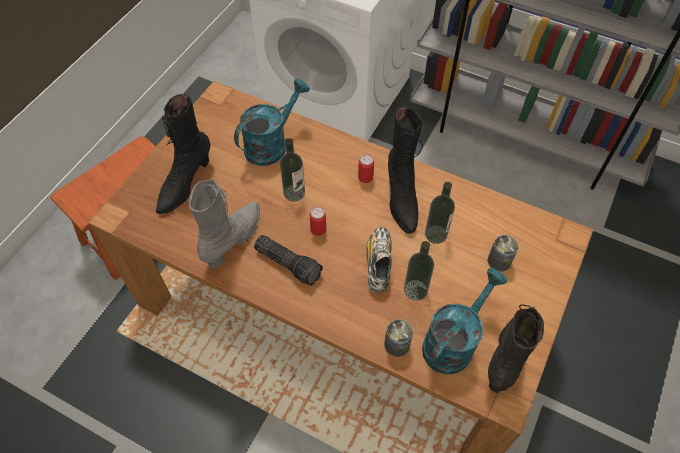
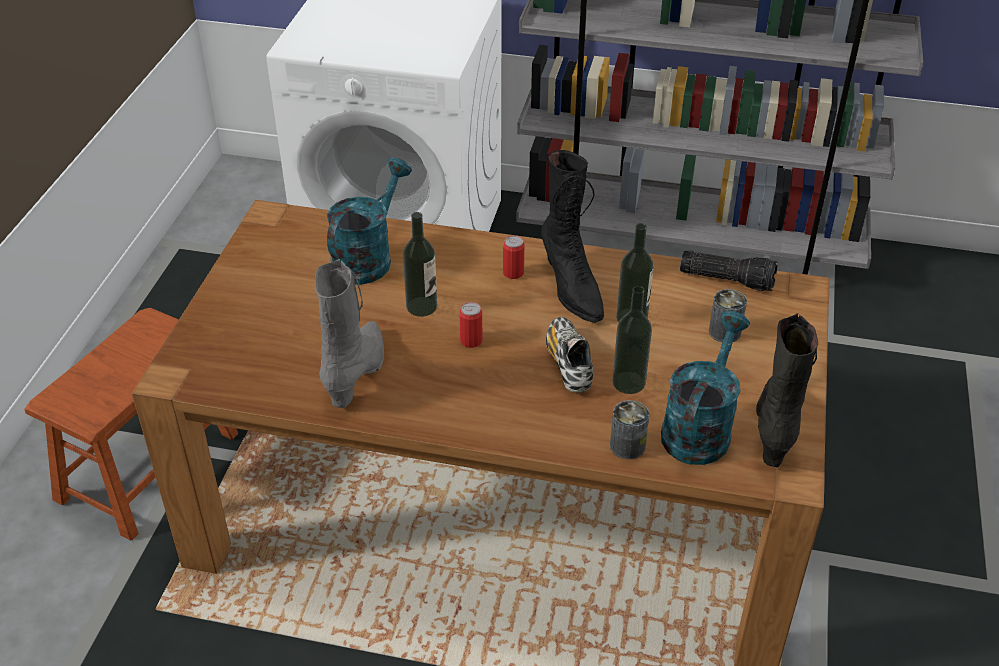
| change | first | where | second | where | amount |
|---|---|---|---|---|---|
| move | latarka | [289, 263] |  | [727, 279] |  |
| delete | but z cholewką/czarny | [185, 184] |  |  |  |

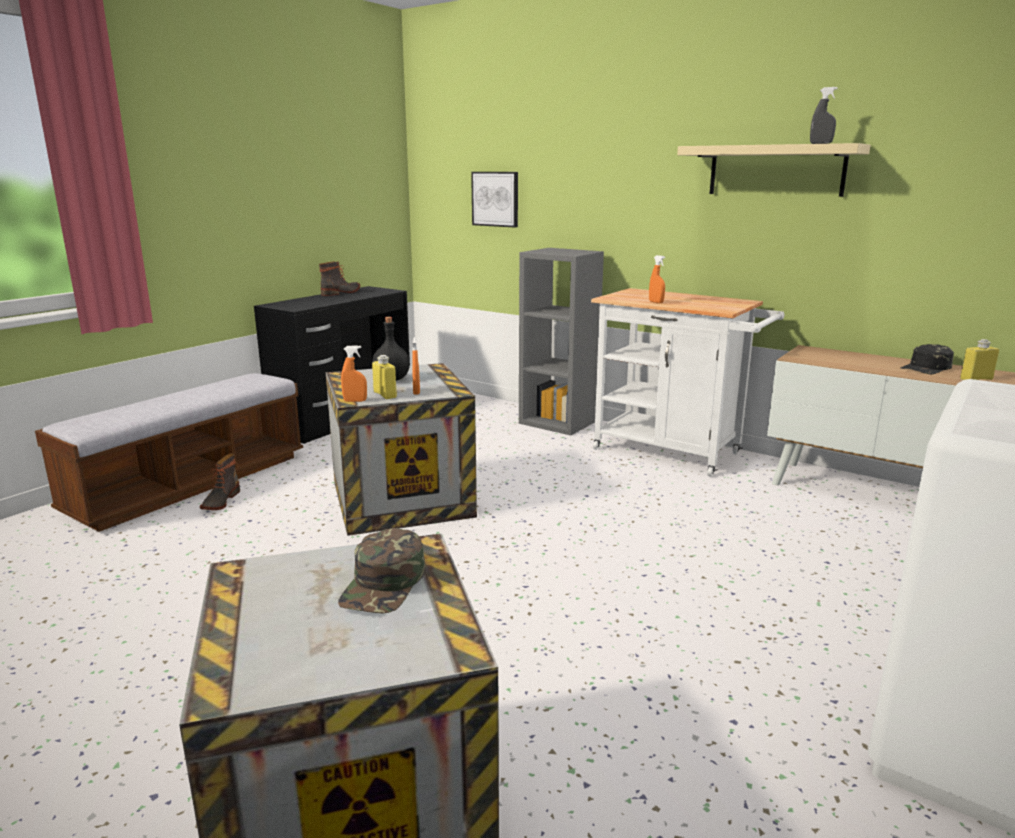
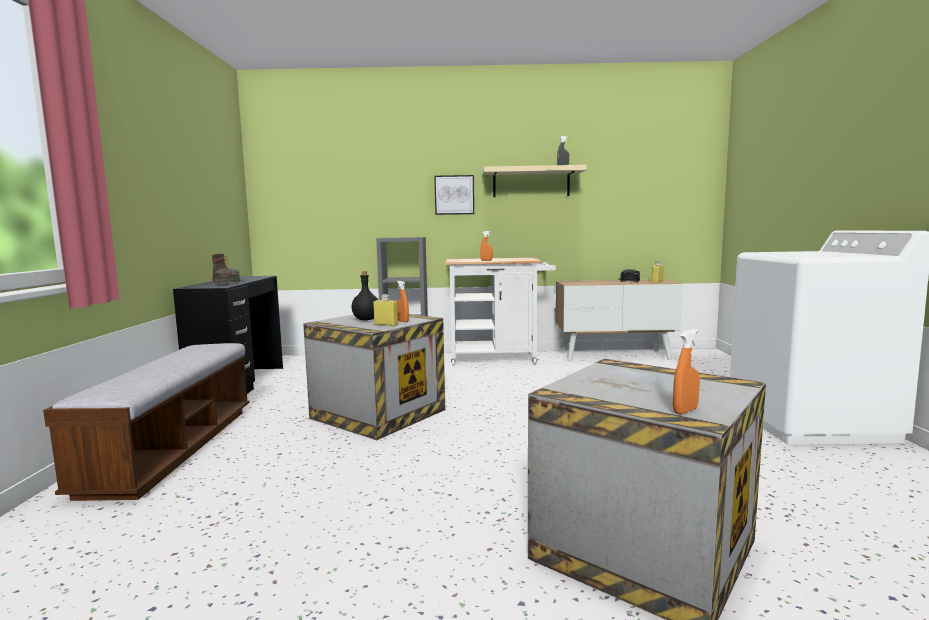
| change | first | where | second | where | amount |
|---|---|---|---|---|---|
| move | czapka z daszkiem/zielony | [385, 584] |  | [228, 283] |  |
| move | obraz | [495, 199] |  | [454, 195] |  |
| move | spryskiwacz/pomarańczowy | [355, 401] |  | [685, 411] |  |
| delete | but z cholewką | [220, 501] |  |  |  |

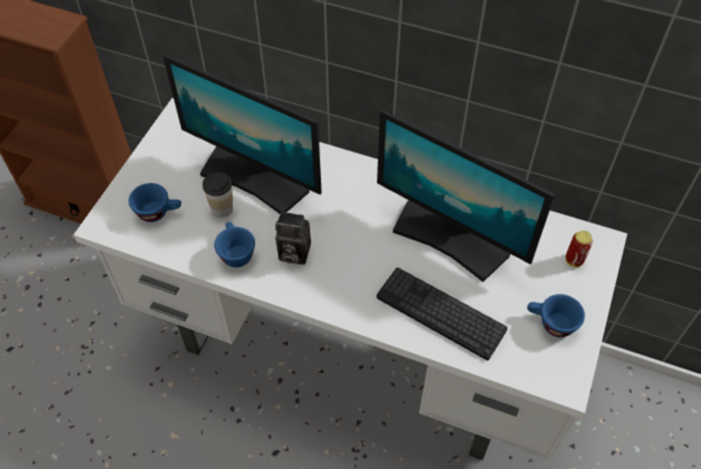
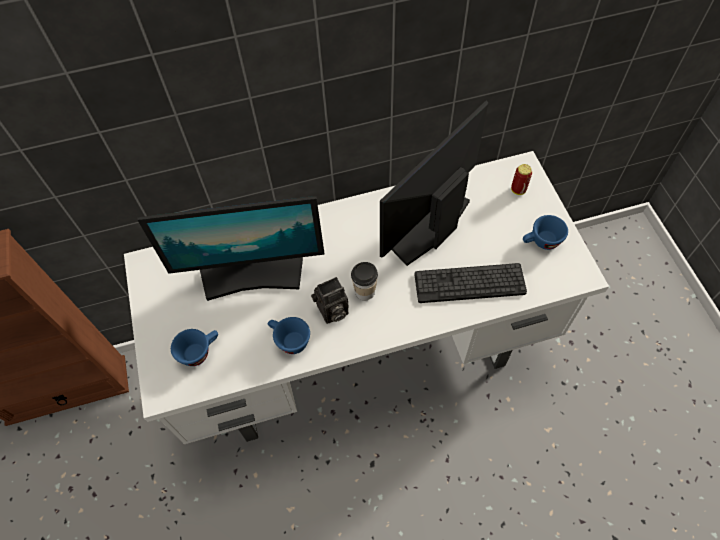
| change | first | where | second | where | amount |
|---|---|---|---|---|---|
| move | filiżanka | [222, 208] |  | [365, 291] |  |
| rotate | monitor | [450, 238] |  | [430, 227] | 135 degrees clockwise |

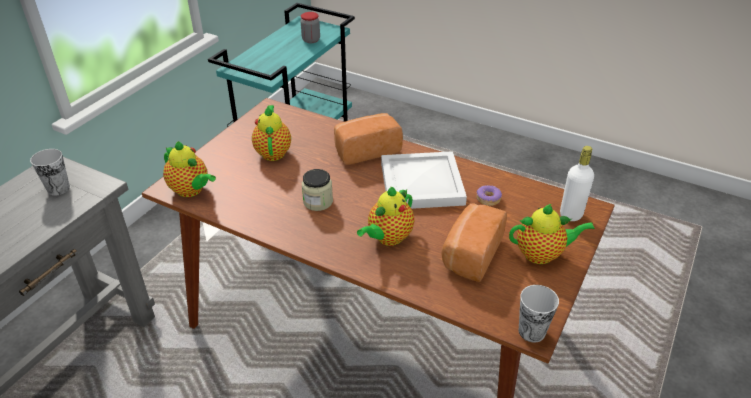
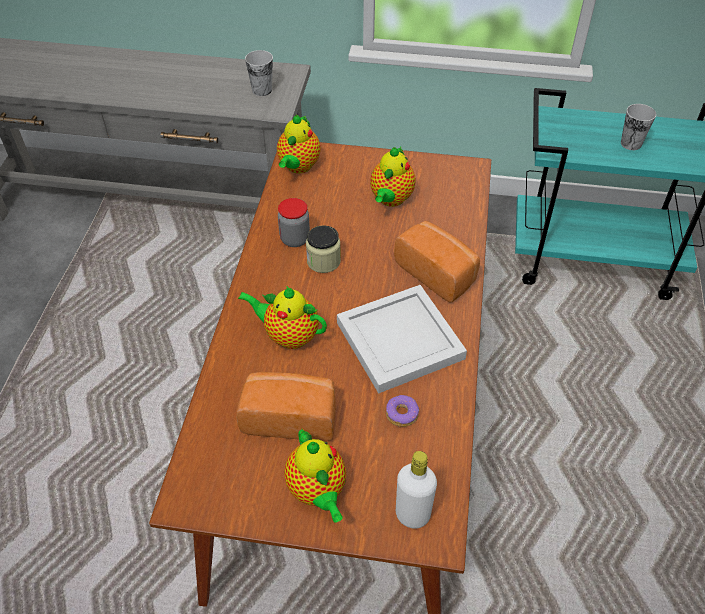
| change | first | where | second | where | amount |
|---|---|---|---|---|---|
| move | słoik | [311, 40] |  | [295, 239] |  |
| rotate | imbryk | [273, 152] |  | [390, 199] | 135 degrees clockwise |
| move | filiżanka | [531, 331] |  | [631, 143] |  |

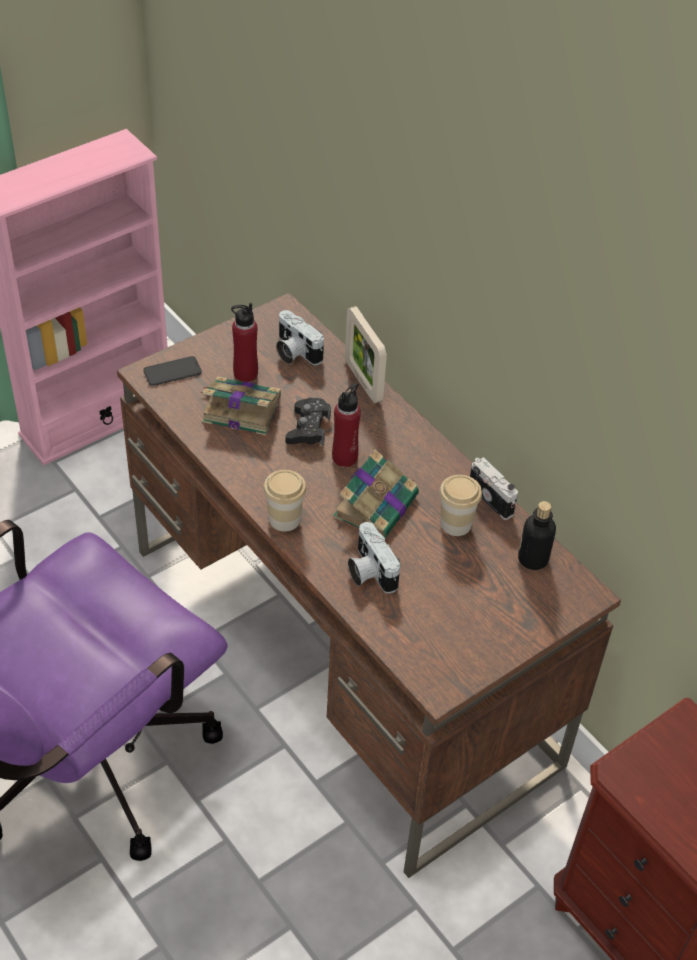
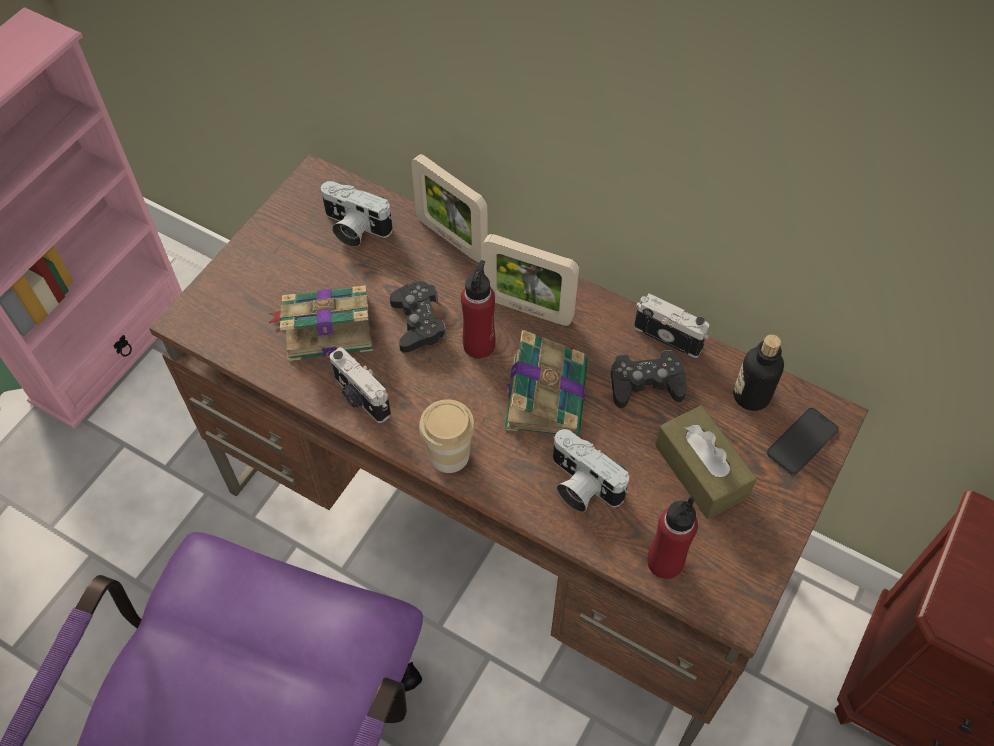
| change | first | where | second | where | amount |
|---|---|---|---|---|---|
| insert |  |  | aparat fotograficzny | [360, 398] |  |
| insert |  |  | ramka na zdjęcie | [528, 309] |  |
| replace | filiżanka | [455, 524] | pad do gier/czarny | [646, 384] |  |
| move | butelka/czerwony | [245, 373] |  | [664, 562] |  |
| insert |  |  | pudełko chusteczek/brązowy | [701, 471] |  |
| move | telefon | [172, 371] |  | [802, 441] |  |

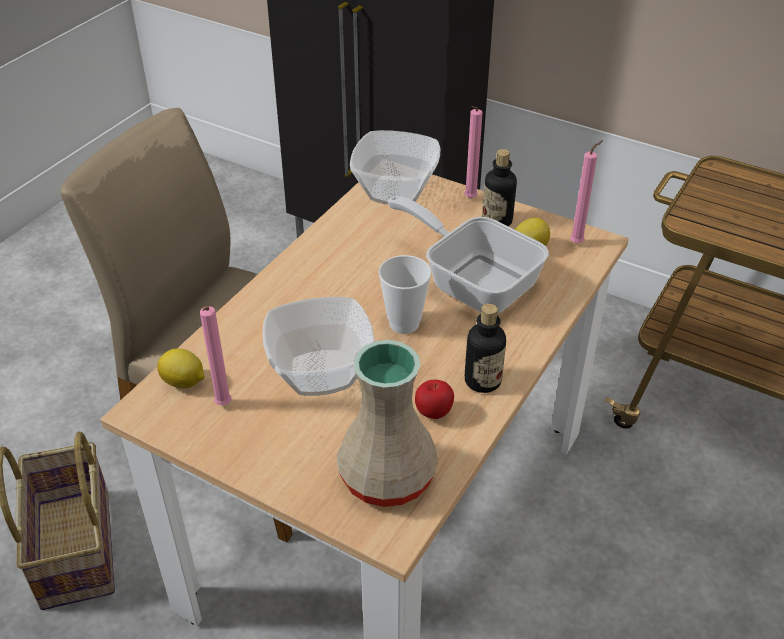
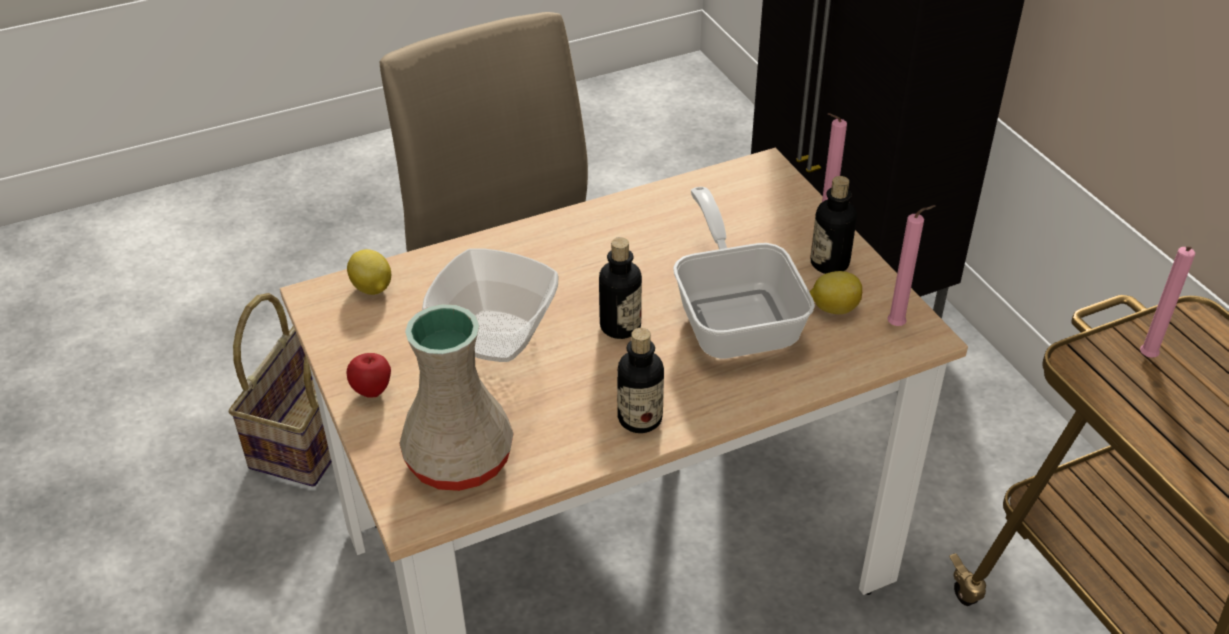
| change | first | where | second | where | amount |
|---|---|---|---|---|---|
| move | jabłko | [433, 413] |  | [372, 391] |  |
| replace | filiżanka | [404, 324] | butelka | [620, 326] |  |
| move | świeca/różowy | [223, 406] |  | [1146, 358] |  |
| delete | miska | [396, 191] |  |  |  |

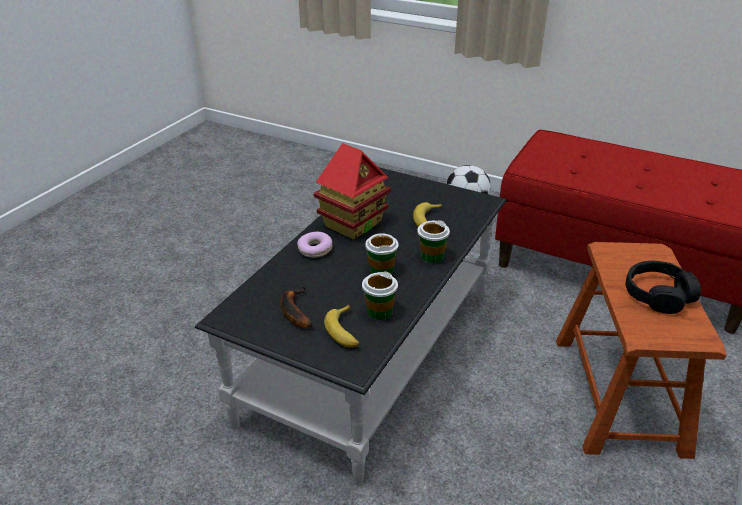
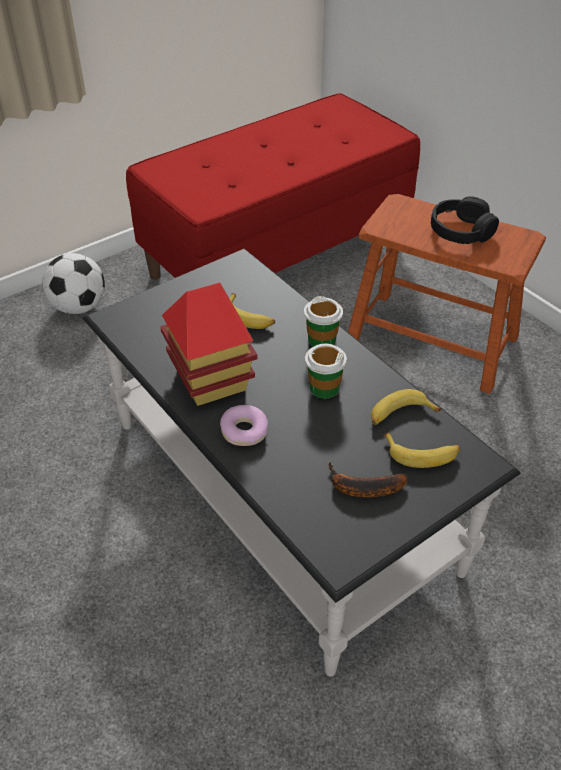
| change | first | where | second | where | amount |
|---|---|---|---|---|---|
| replace | filiżanka | [379, 312] | banan | [400, 415] |  |

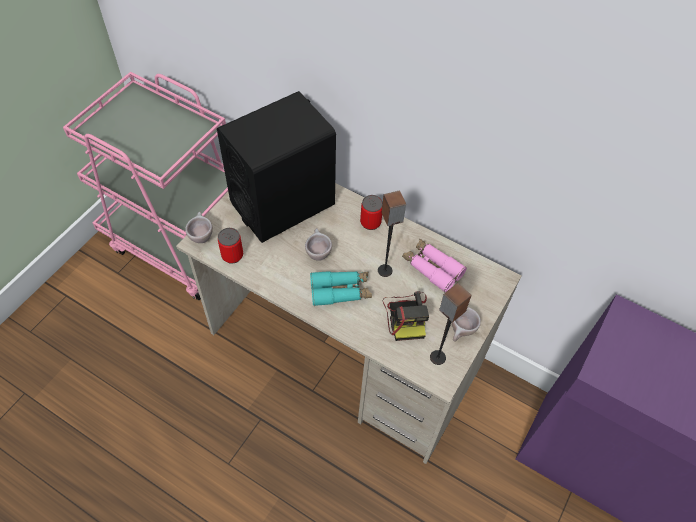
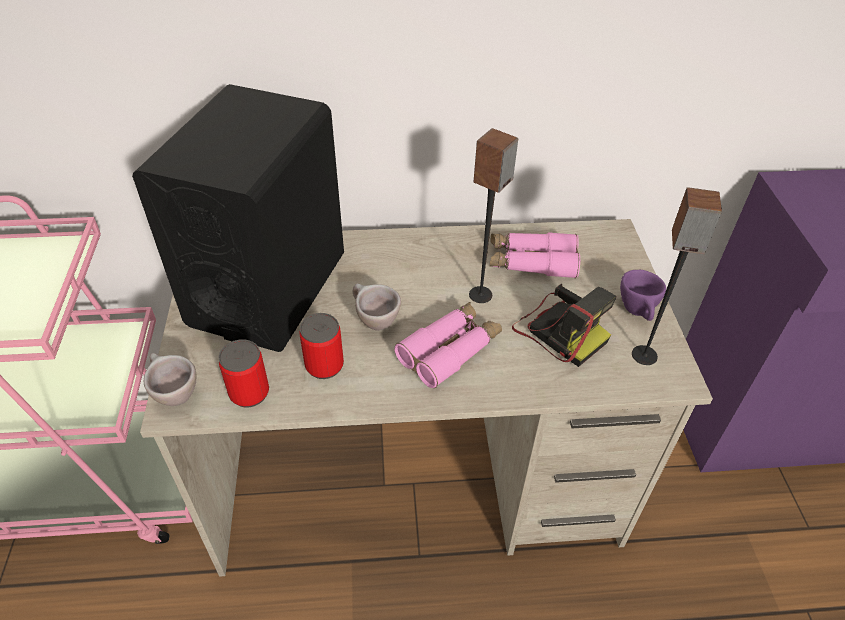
| change | first | where | second | where | amount |
|---|---|---|---|---|---|
| move | puszka | [370, 222] |  | [324, 365] |  |
| recolor | lornetka/turkusowy | [340, 291] | lornetka/różowy | [450, 350] |  |
| recolor | filiżanka/beżowy | [460, 333] | filiżanka/fioletowy | [638, 313] |  |

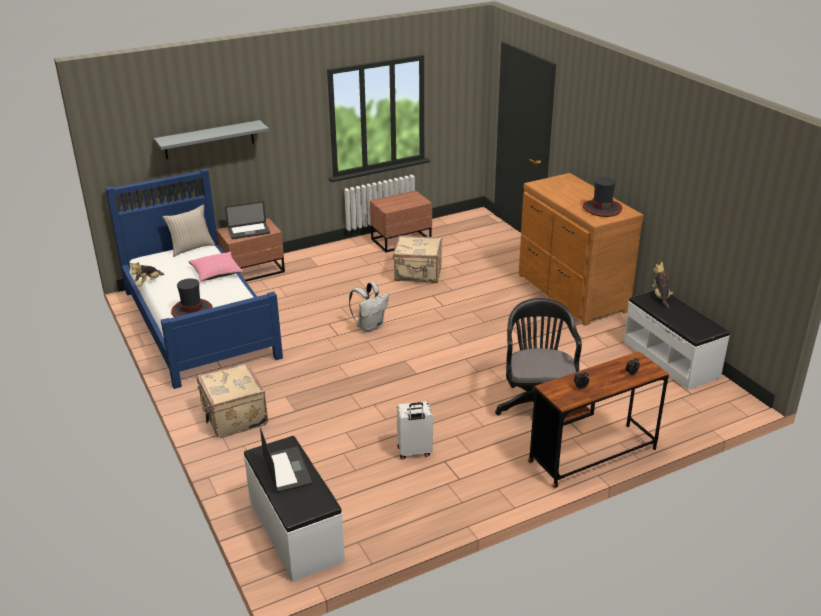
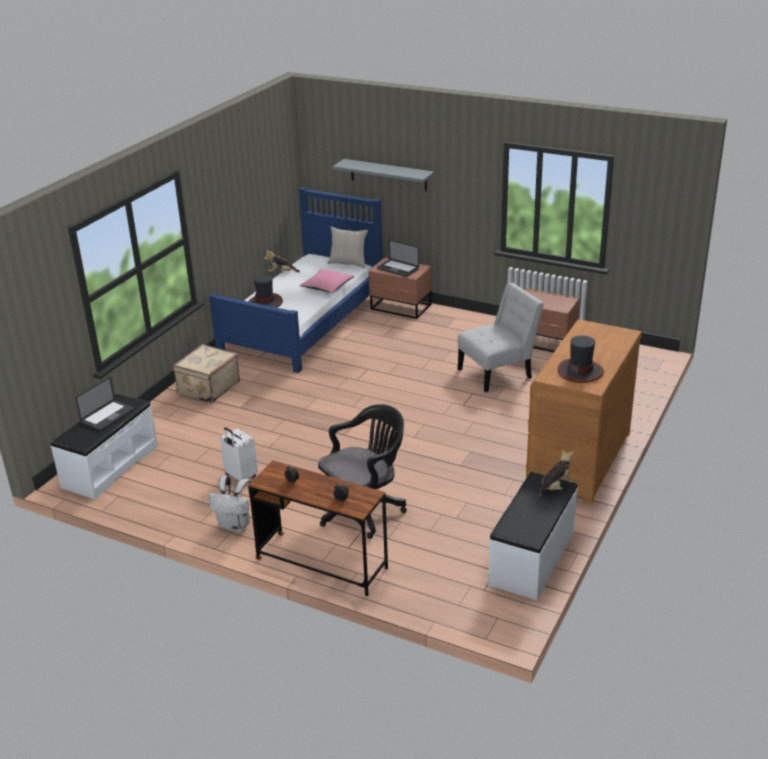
| change | first | where | second | where | amount |
|---|---|---|---|---|---|
| move | plecak/biały | [370, 326] |  | [236, 525] |  |
| replace | walizka/beżowy | [418, 274] | krzesło/biały | [498, 372] |  |

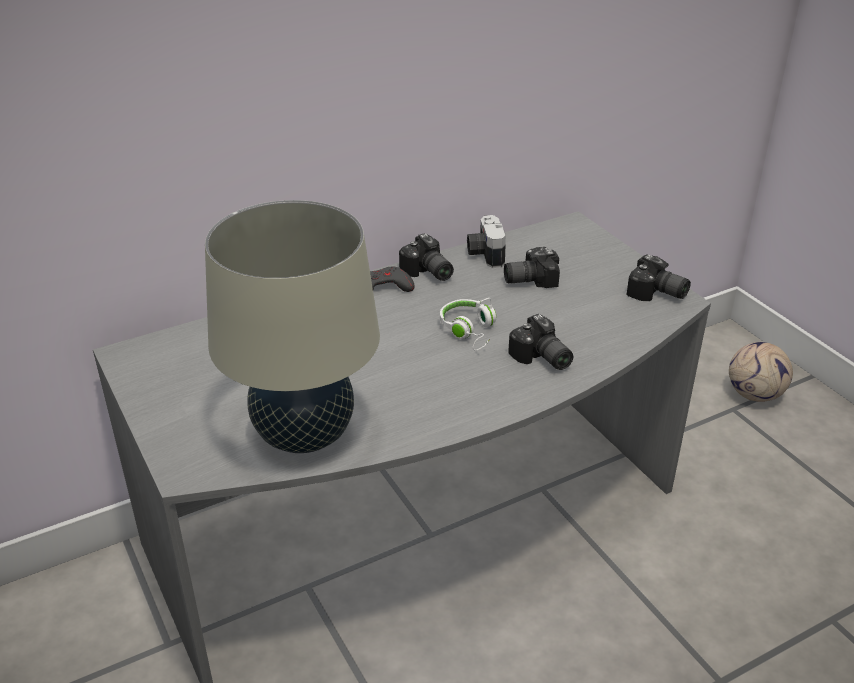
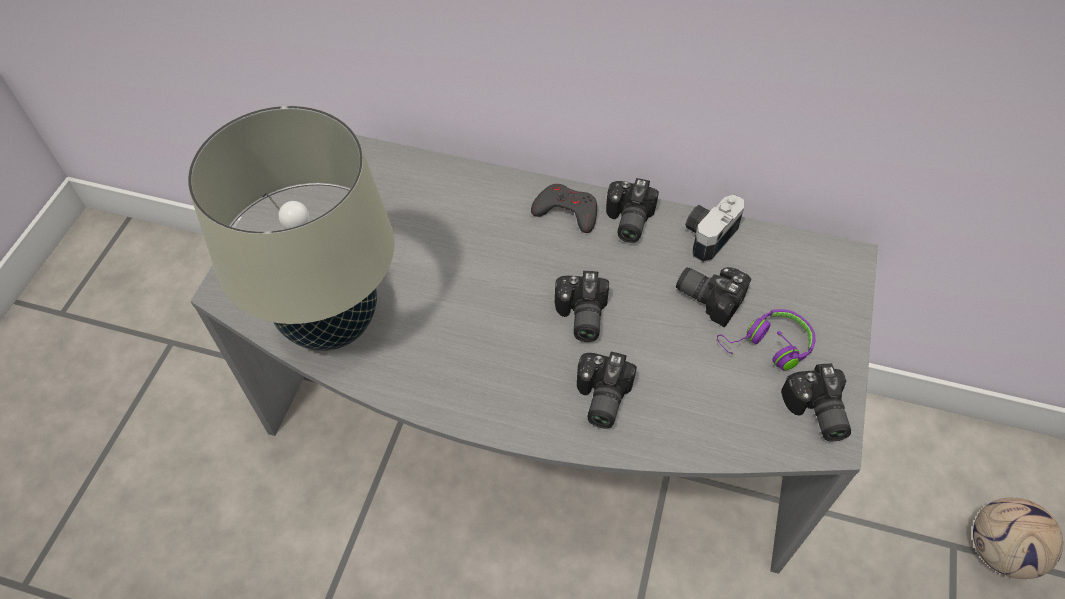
| change | first | where | second | where | amount |
|---|---|---|---|---|---|
| replace | słuchawki/biały | [470, 331] | aparat fotograficzny | [579, 317] |  |
| insert |  |  | słuchawki/fioletowy | [768, 347] |  |

